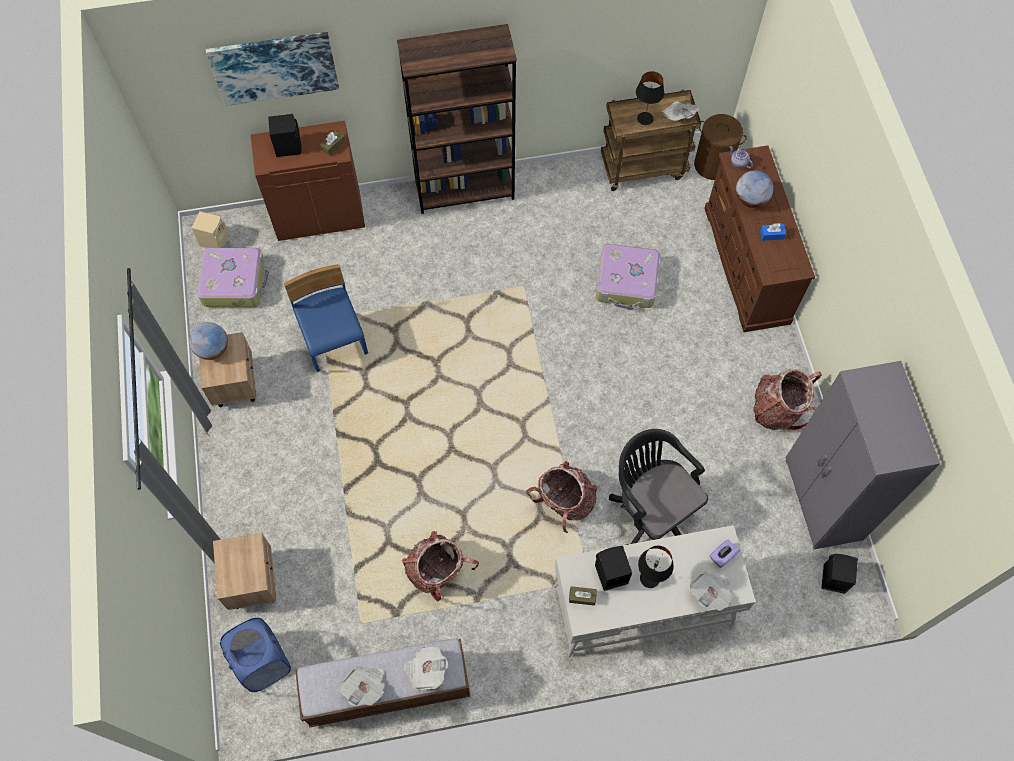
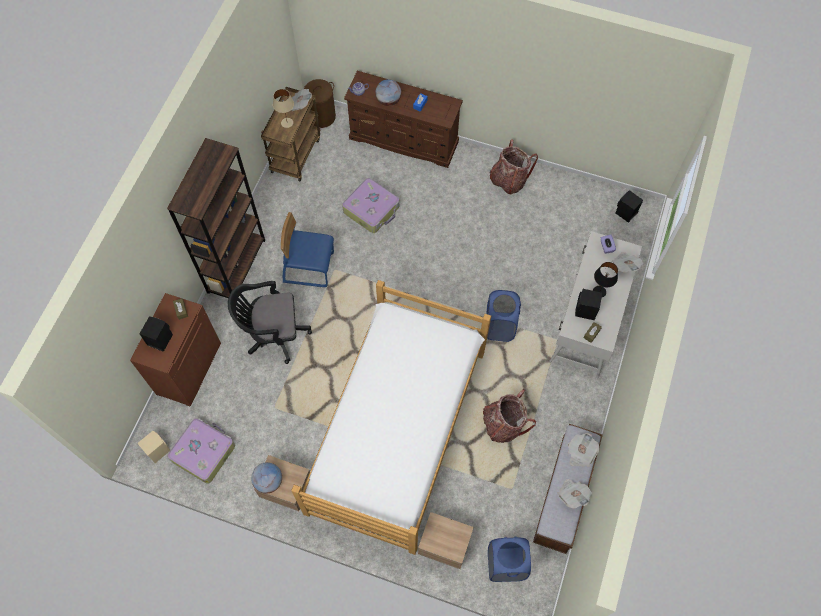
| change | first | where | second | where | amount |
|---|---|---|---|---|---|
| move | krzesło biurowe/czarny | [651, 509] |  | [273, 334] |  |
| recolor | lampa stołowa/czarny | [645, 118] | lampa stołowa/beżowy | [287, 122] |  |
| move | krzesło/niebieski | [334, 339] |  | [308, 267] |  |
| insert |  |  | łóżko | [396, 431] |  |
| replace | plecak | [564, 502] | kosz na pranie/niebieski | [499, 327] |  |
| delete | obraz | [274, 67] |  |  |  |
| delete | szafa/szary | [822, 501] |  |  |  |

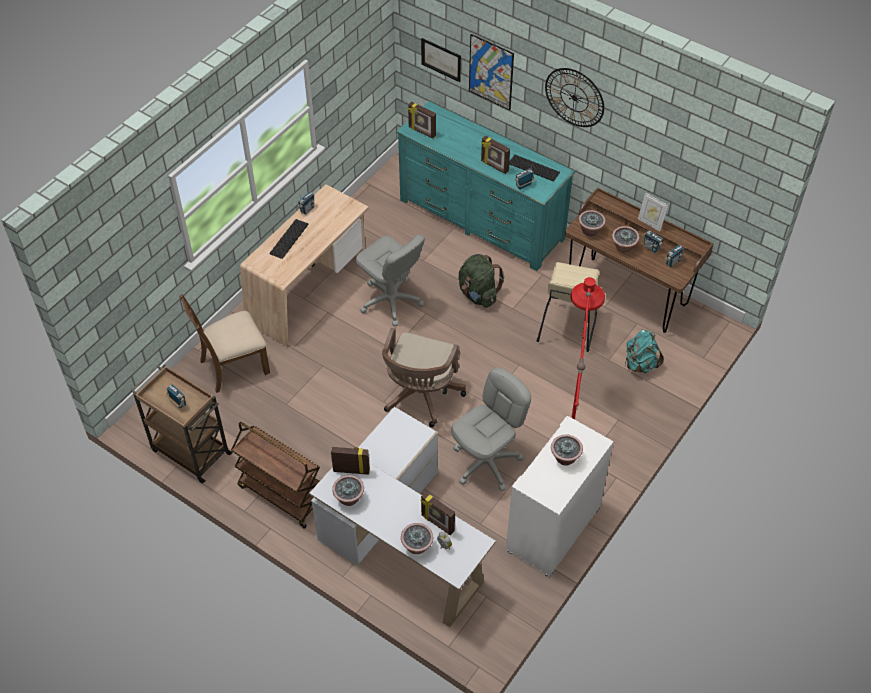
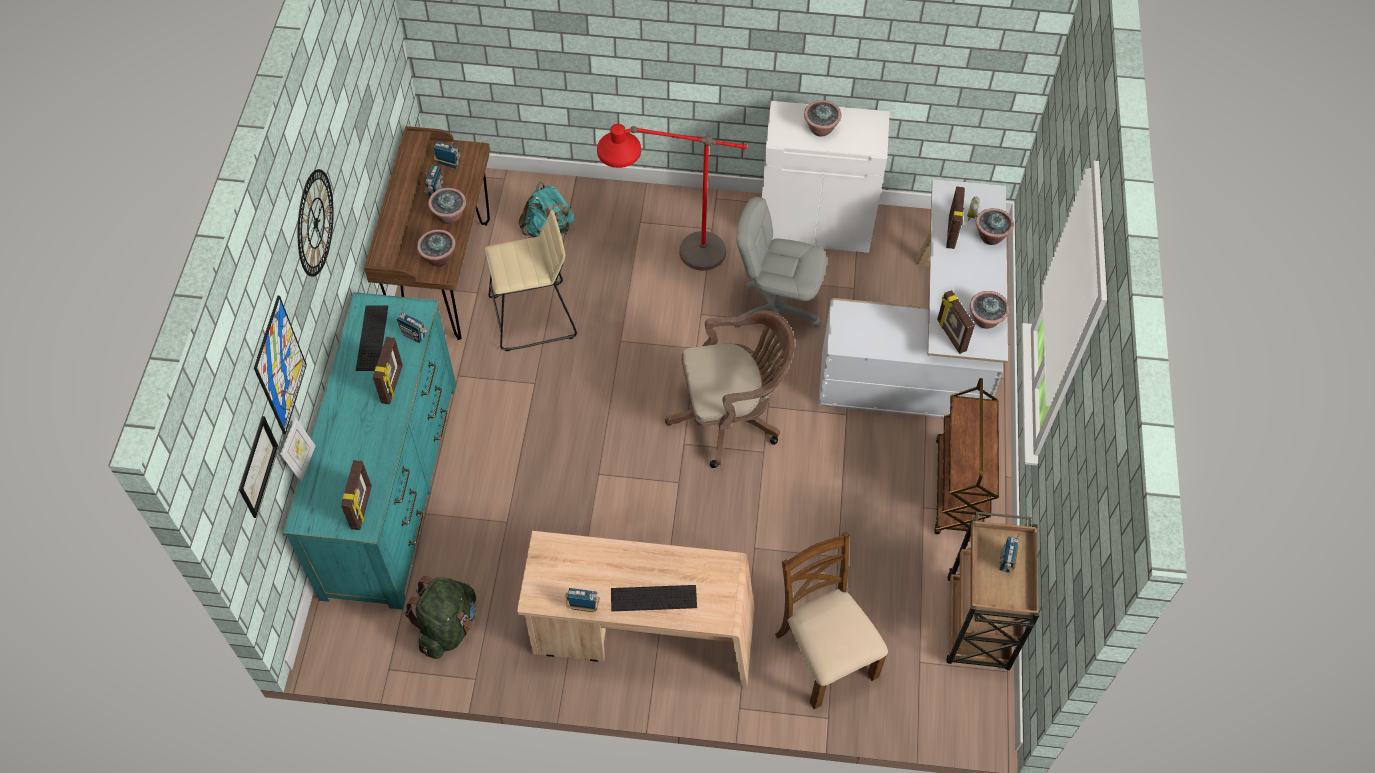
| change | first | where | second | where | amount |
|---|---|---|---|---|---|
| move | ramka na zdjęcie | [650, 223] |  | [304, 463] |  |
| move | plecak/zielony | [478, 294] |  | [448, 627] |  |
| rotate | krzesło/brązowy | [233, 366] |  | [824, 654] | 150 degrees counterclockwise |
| delete | krzesło biurowe/szary | [391, 301] |  |  |  |

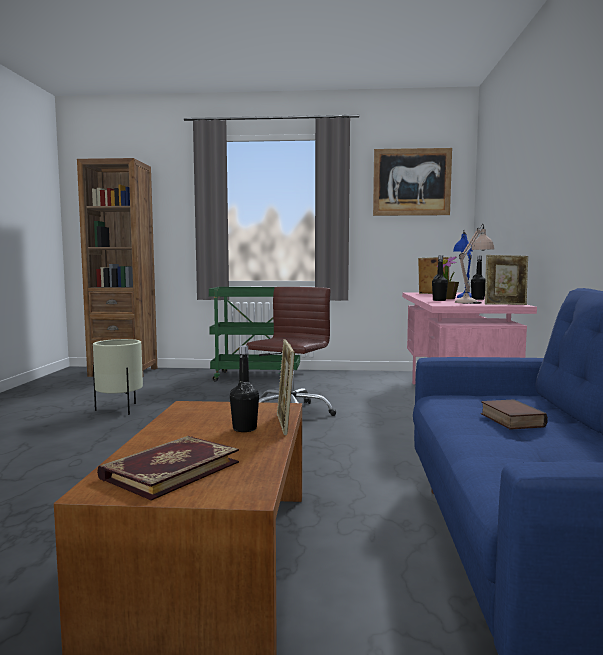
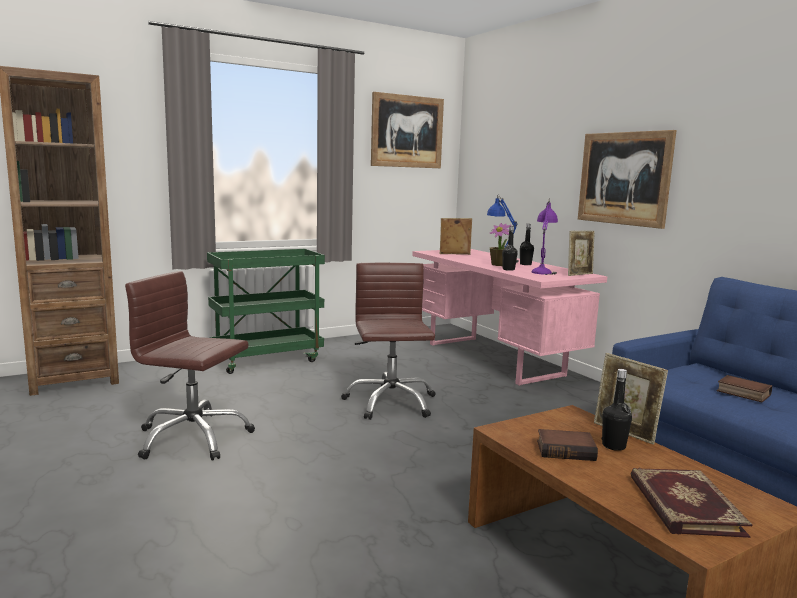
| change | first | where | second | where | amount |
|---|---|---|---|---|---|
| replace | donica/beżowy | [120, 409] | krzesło biurowe/brązowy | [193, 438] |  |
| recolor | lampa stołowa/beżowy | [473, 302] | lampa stołowa/fioletowy | [543, 271] |  |
| insert |  |  | książka | [566, 450] |  |
| insert |  |  | obraz | [624, 178] |  |

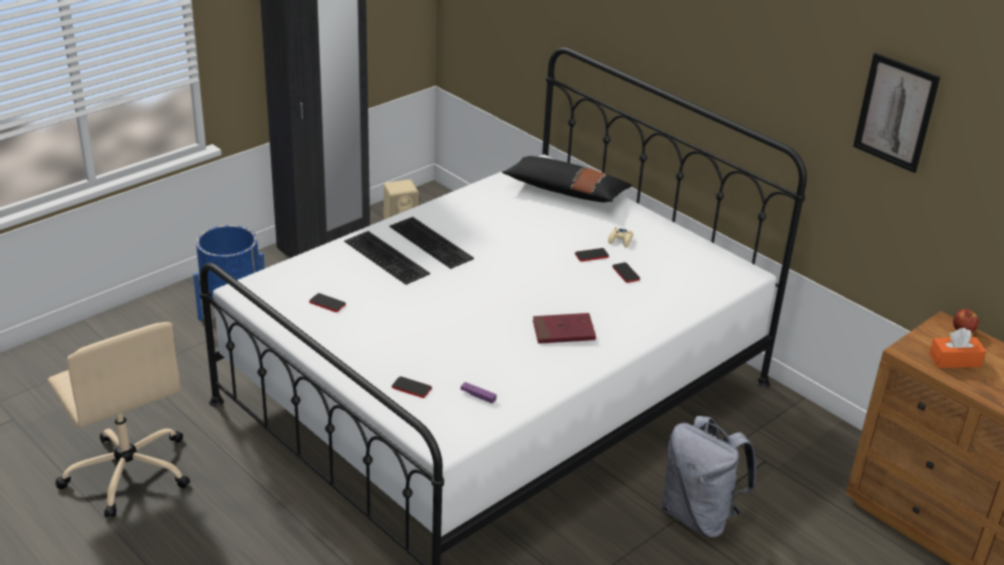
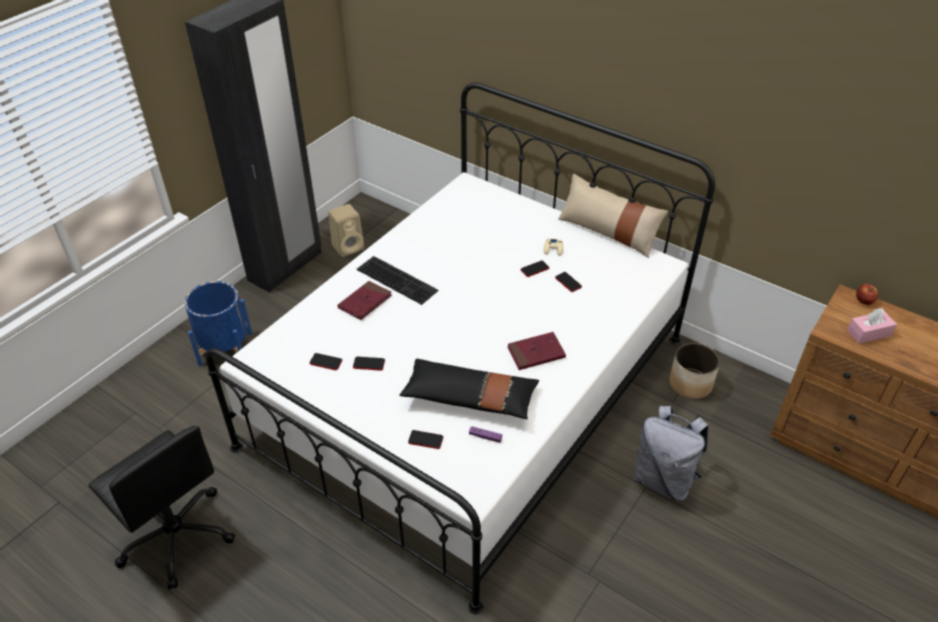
| change | first | where | second | where | amount |
|---|---|---|---|---|---|
| recolor | krzesło biurowe/beżowy | [128, 471] | krzesło biurowe/czarny | [177, 536] |  |
| replace | klawiatura | [388, 257] | książka/czerwony | [365, 302] |  |
| insert |  |  | telefon | [369, 364] |  |
| move | poduszka/czarny | [566, 191] |  | [470, 398] |  |
| insert |  |  | poduszka/beżowy | [608, 232] |  |
| insert |  |  | donica | [690, 383] |  |
| recolor | pudełko chusteczek/pomarańczowy | [954, 360] | pudełko chusteczek/różowy | [869, 333] |  |
| delete | obraz | [895, 112] |  |  |  |

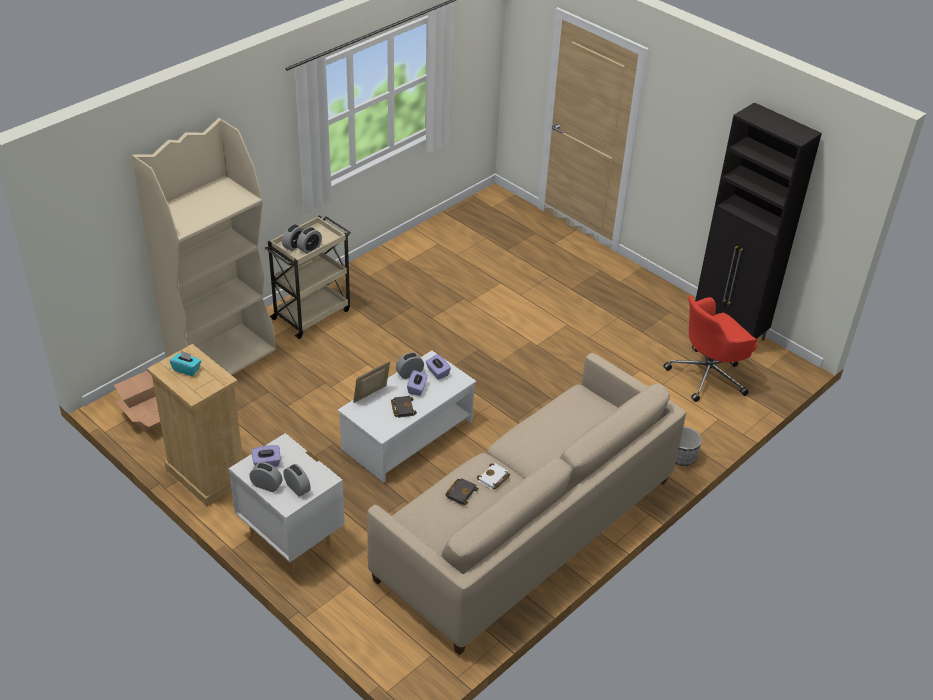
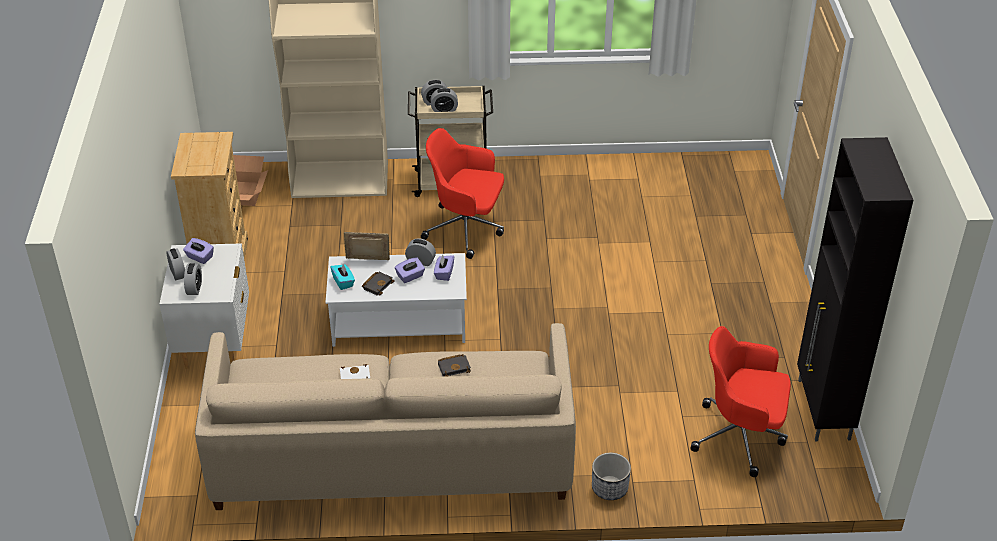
| change | first | where | second | where | amount |
|---|---|---|---|---|---|
| move | pudełko chusteczek/turkusowy | [187, 369] |  | [343, 282] |  |
| insert |  |  | krzesło biurowe/czerwony | [466, 229] |  |
| move | książka/czarny | [461, 492] |  | [454, 367] |  |

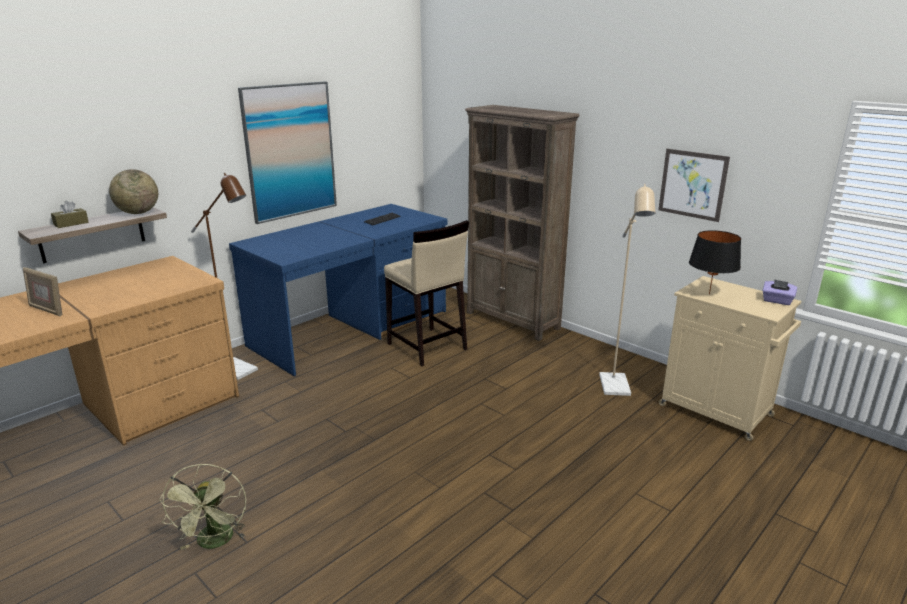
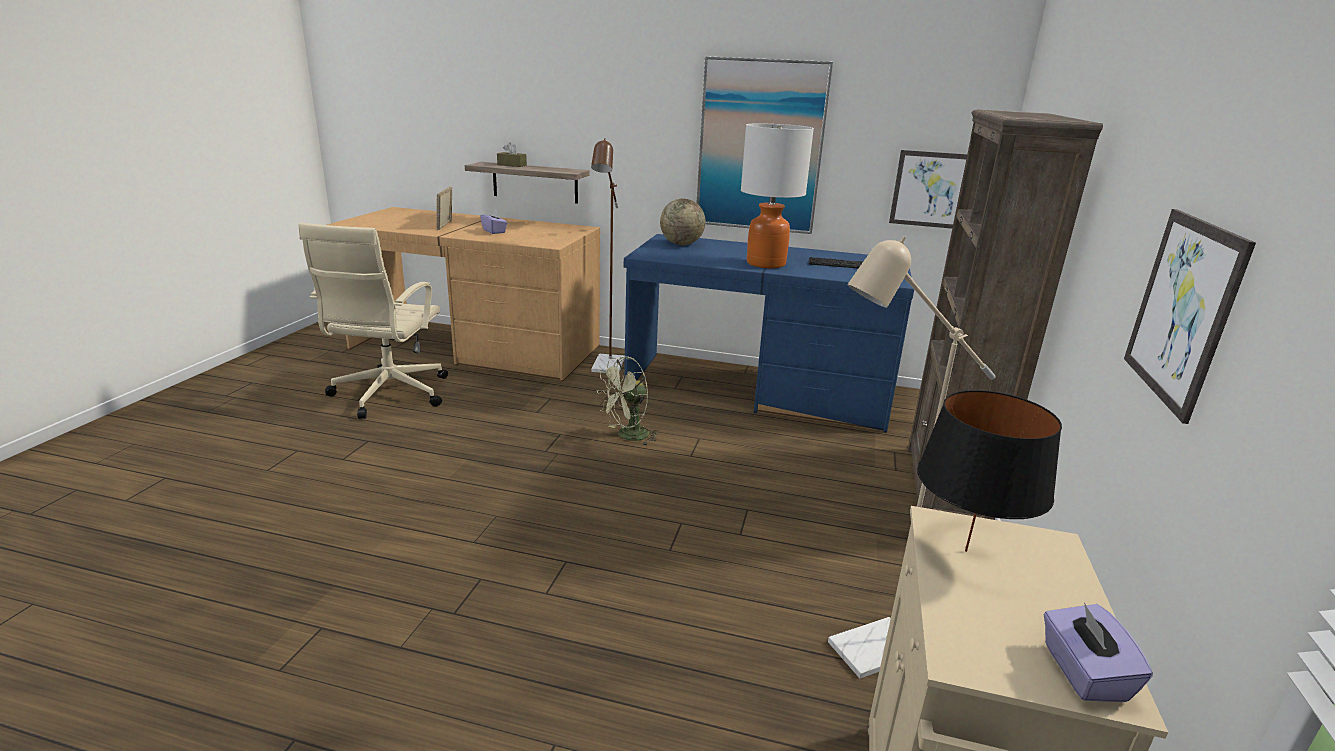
| change | first | where | second | where | amount |
|---|---|---|---|---|---|
| insert |  |  | krzesło biurowe/beżowy | [388, 395] |  |
| insert |  |  | pudełko chusteczek/fioletowy | [494, 231] |  |
| move | wentylator/zielony | [215, 542] |  | [628, 436] |  |
| move | globus | [138, 213] |  | [681, 244] |  |
| insert |  |  | lampa stołowa | [766, 264] |  |
| insert |  |  | obraz | [932, 189] |  |
| delete | stołek/beżowy | [427, 347] |  |  |  |

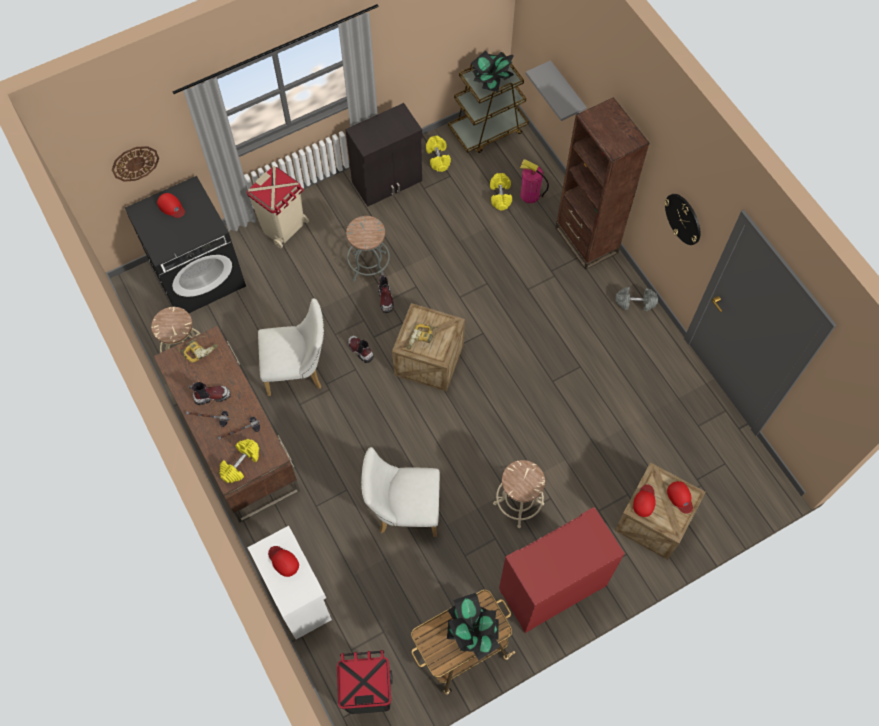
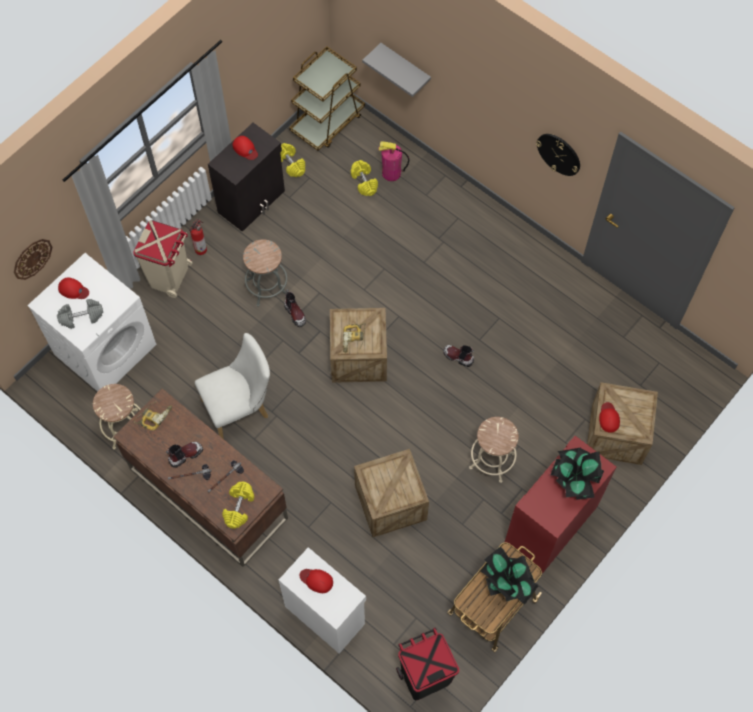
| change | first | where | second | where | amount |
|---|---|---|---|---|---|
| recolor | pralka/czarny | [199, 275] | pralka/biały | [105, 348] |  |
| move | hantel/szary | [635, 303] |  | [81, 317] |  |
| insert |  |  | gaśnica | [201, 249] |  |
| move | czapka z daszkiem/czerwony | [680, 497] |  | [245, 149] |  |
| replace | krzesło/biały | [403, 510] | skrzynka | [390, 502] |  |
| move | but z cholewką | [360, 350] |  | [458, 357] |  |
| move | roślina doniczkowa | [491, 81] |  | [574, 479] |  |
| delete | regał/brązowy | [586, 240] |  |  |  |

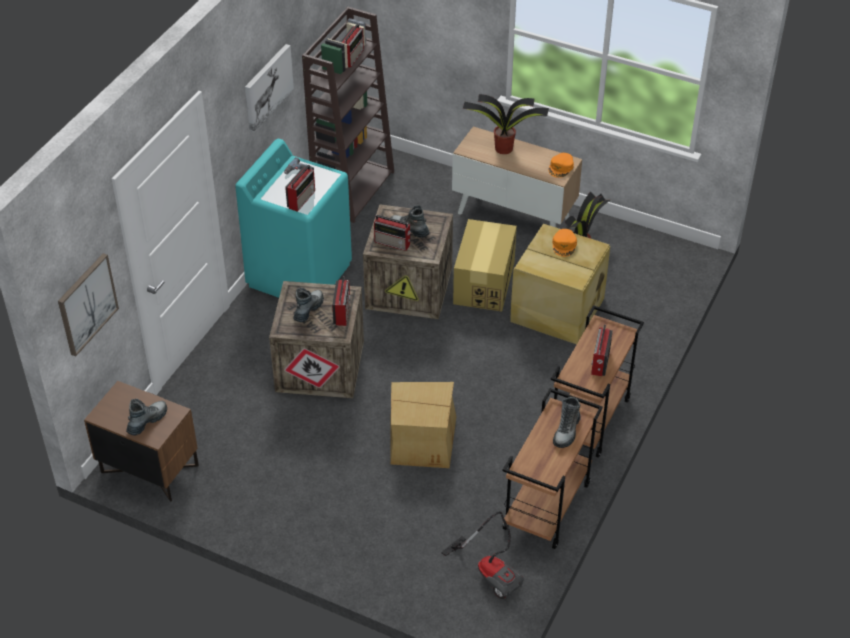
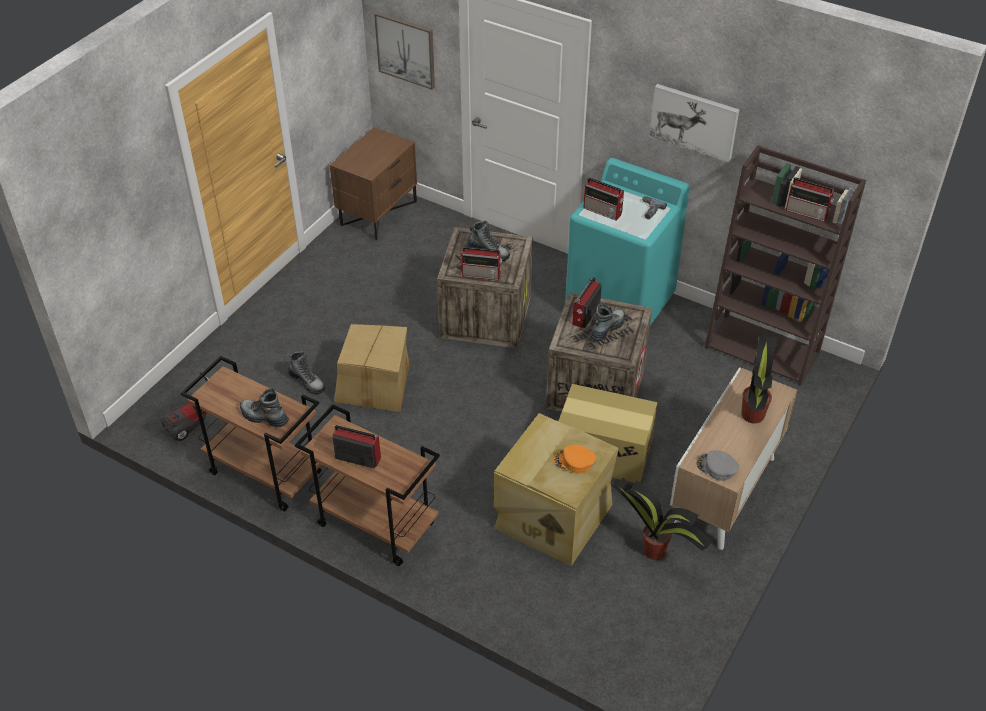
| change | first | where | second | where | amount |
|---|---|---|---|---|---|
| move | but z cholewką | [147, 421] |  | [307, 382] |  |
| recolor | czapka z daszkiem/pomarańczowy | [561, 167] | czapka z daszkiem/szary | [716, 467] |  |

